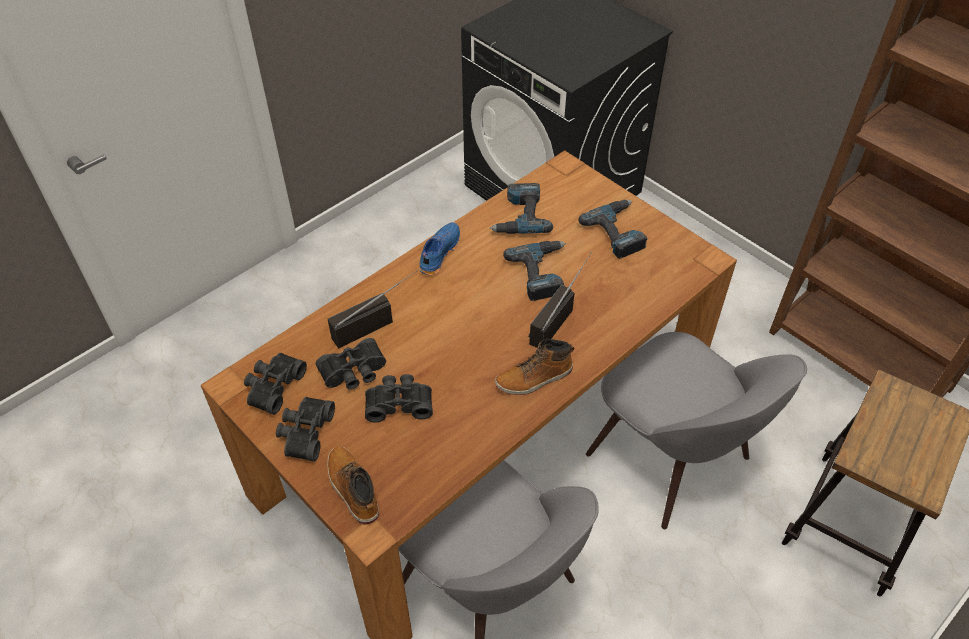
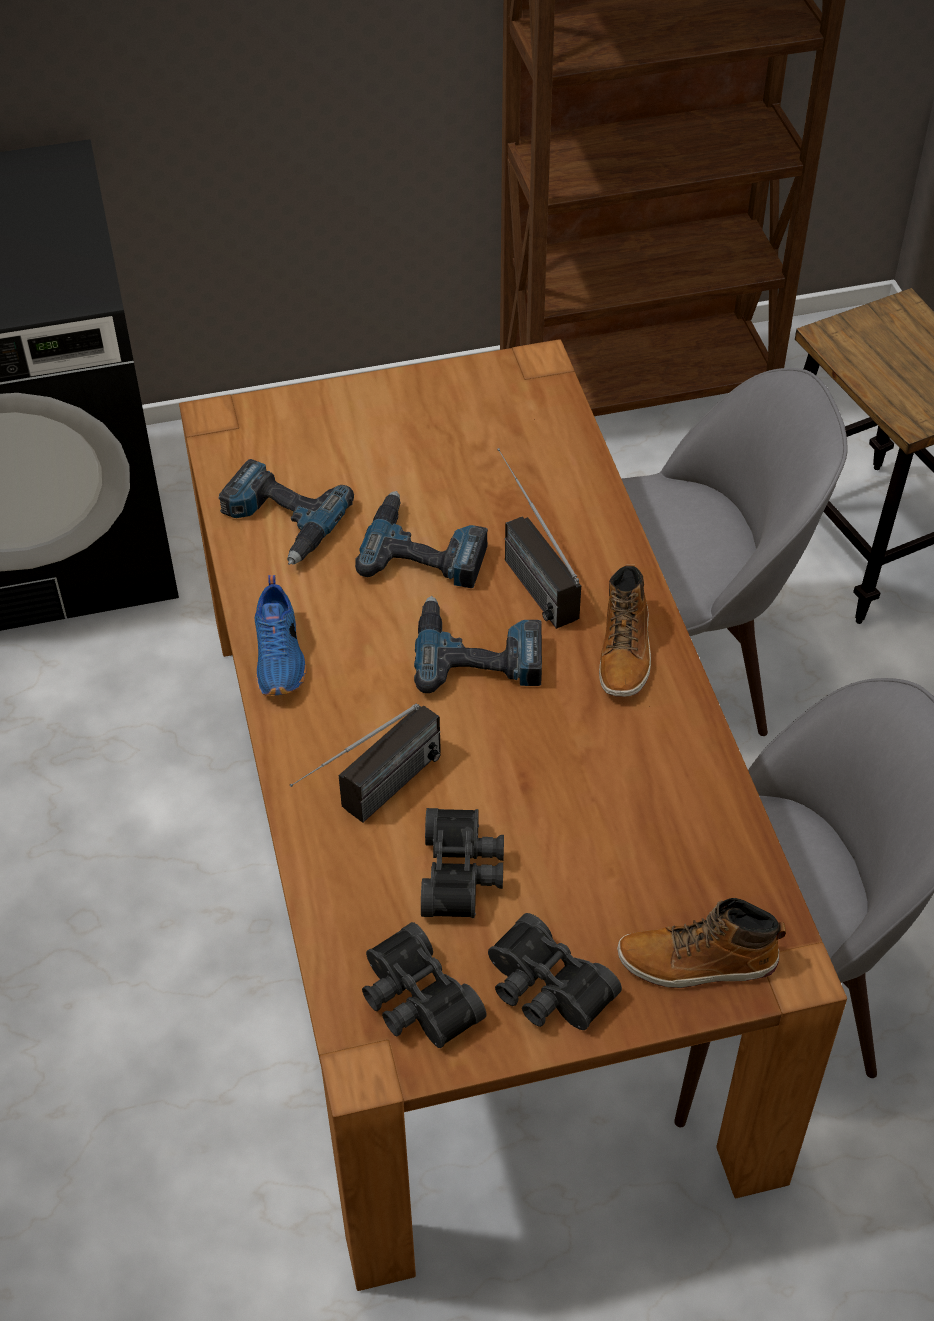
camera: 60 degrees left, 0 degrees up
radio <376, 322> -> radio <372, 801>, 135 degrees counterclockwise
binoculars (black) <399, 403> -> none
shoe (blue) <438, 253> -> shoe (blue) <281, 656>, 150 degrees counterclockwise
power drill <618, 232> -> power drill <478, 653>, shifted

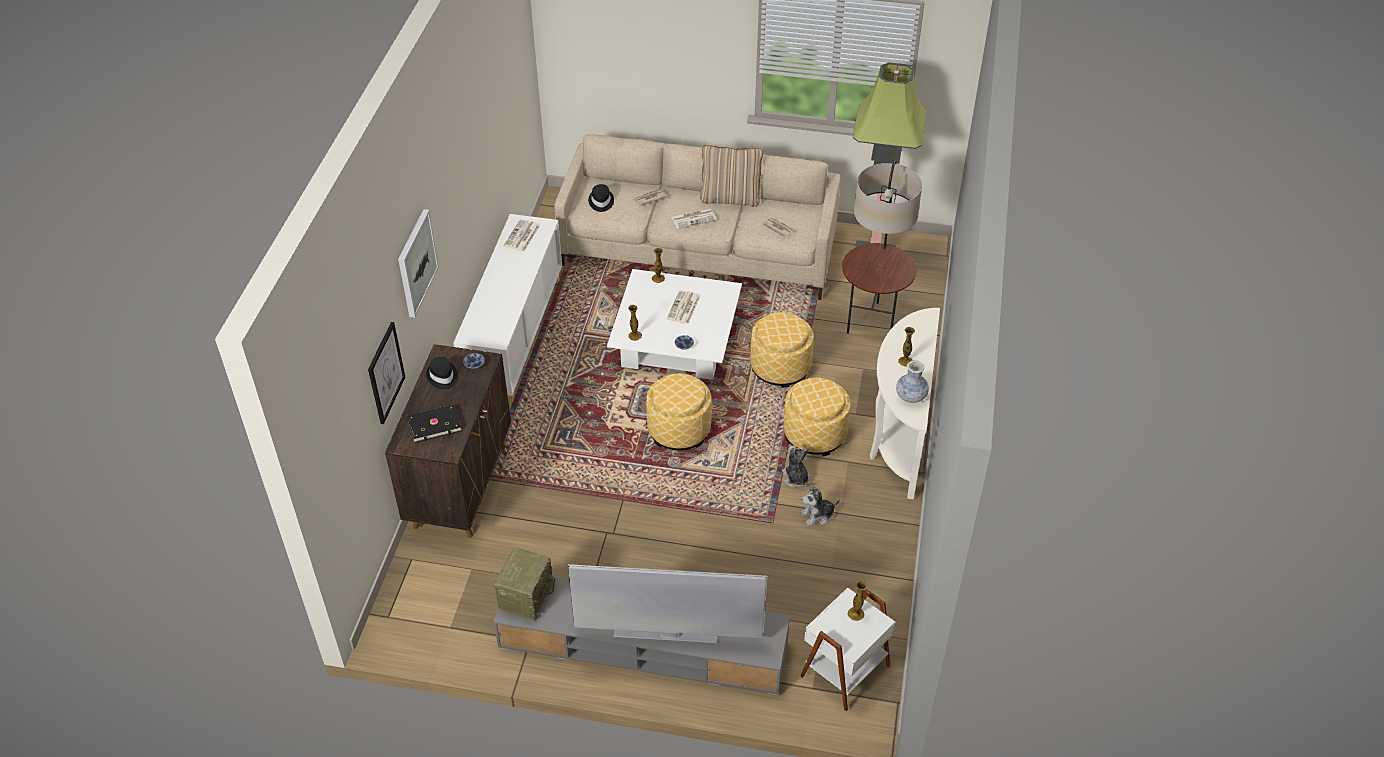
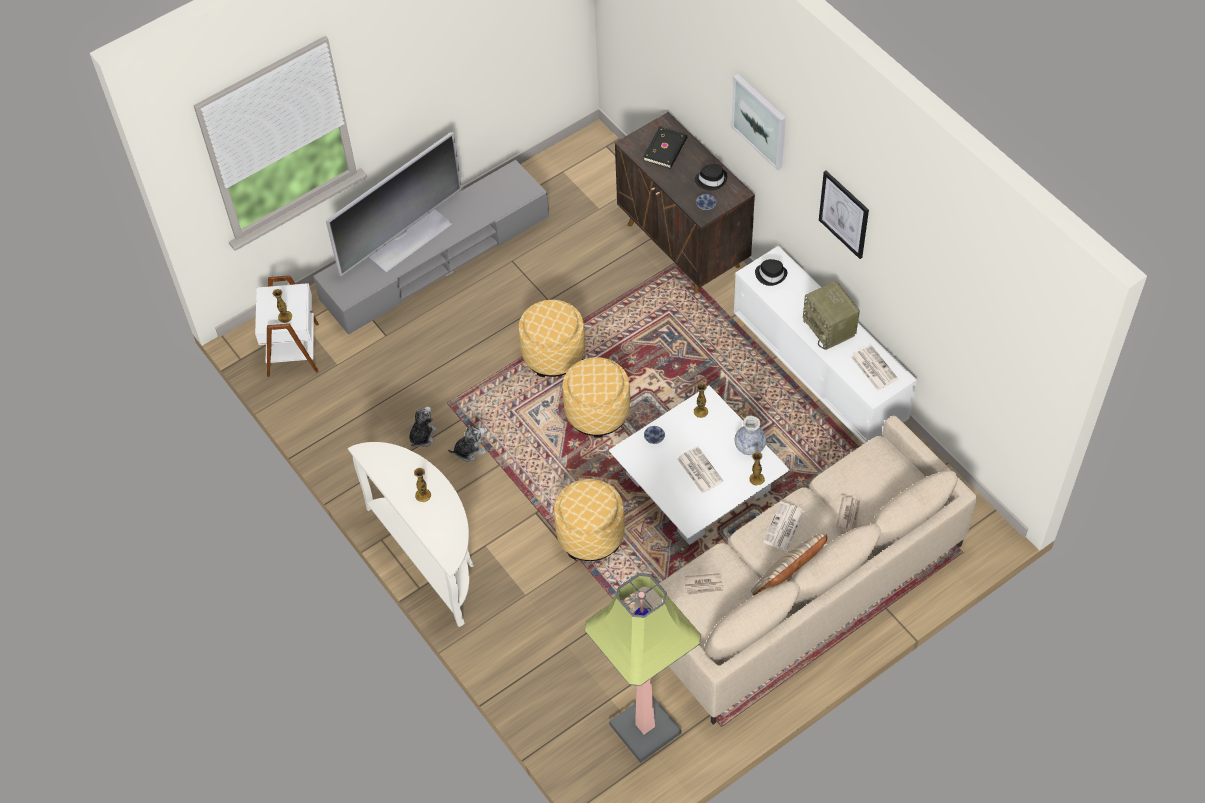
camera: 135 degrees right, 10 degrees up
picture <385, 373> -> picture <844, 214>, shifted
radio <526, 596> -> radio <830, 328>, shifted
hat (black) <601, 202> -> hat (black) <771, 274>, shifted
plush toy <795, 478> -> plush toy <469, 450>, 45 degrees counterclockwise
ottoman <814, 434> -> ottoman <553, 354>, shifted
floor lamp <872, 322> -> none
vase <911, 396> -> vase <750, 446>, shifted

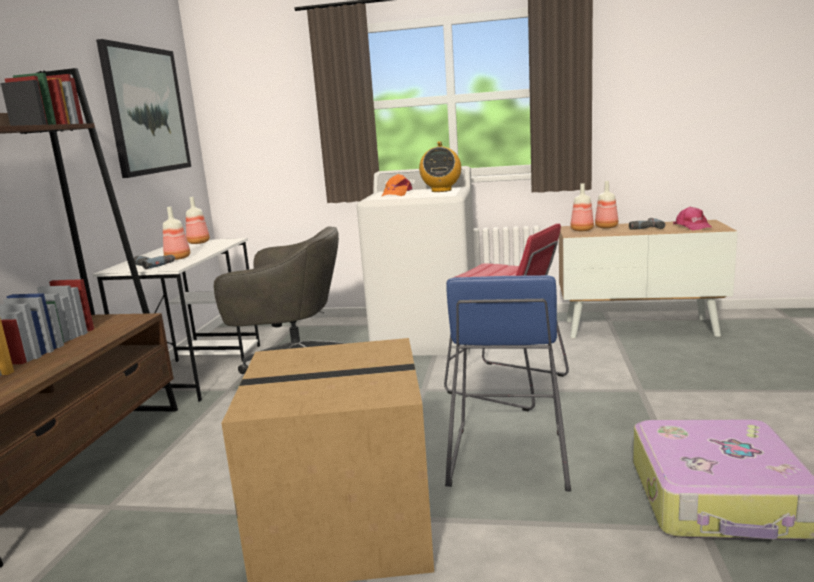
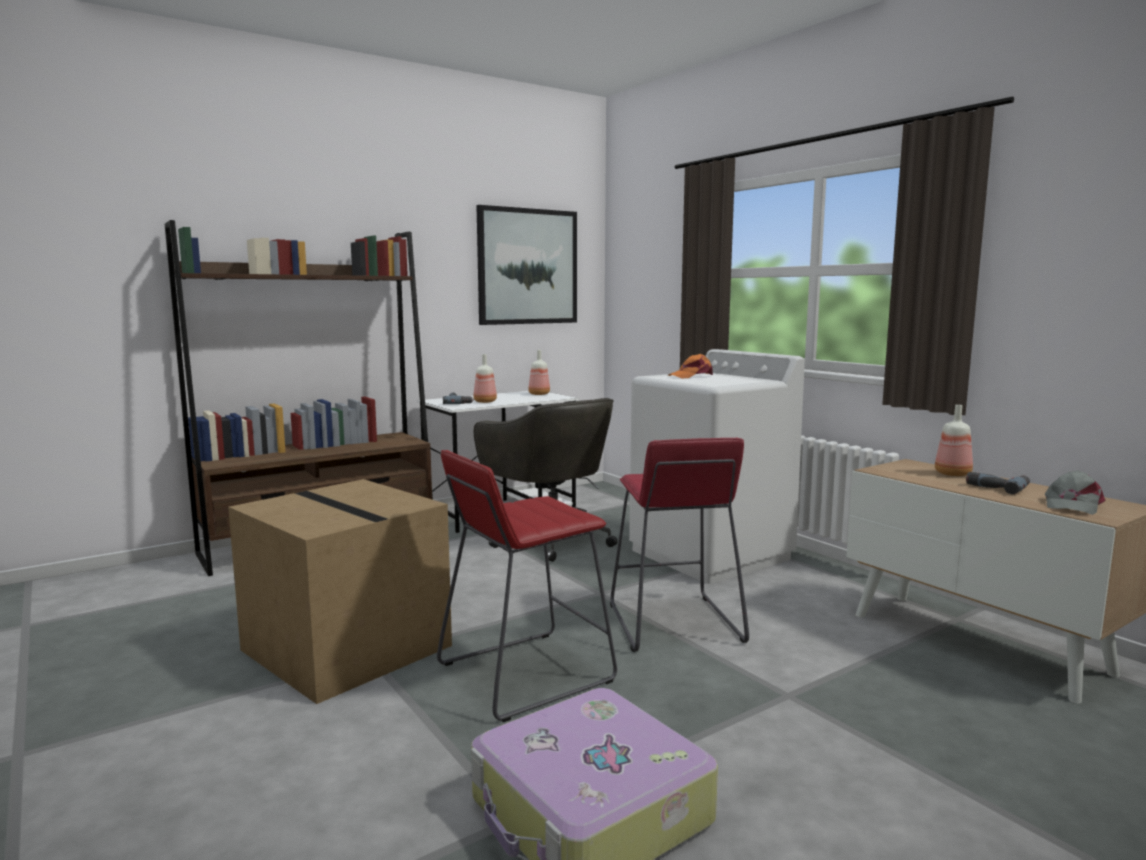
camera: 45 degrees right, 5 degrees down
radio <441, 190> -> none
stool (blue) <508, 458> -> stool (red) <525, 673>
bottle <581, 230> -> none
cap (pink) <693, 226> -> cap (grey) <1072, 504>

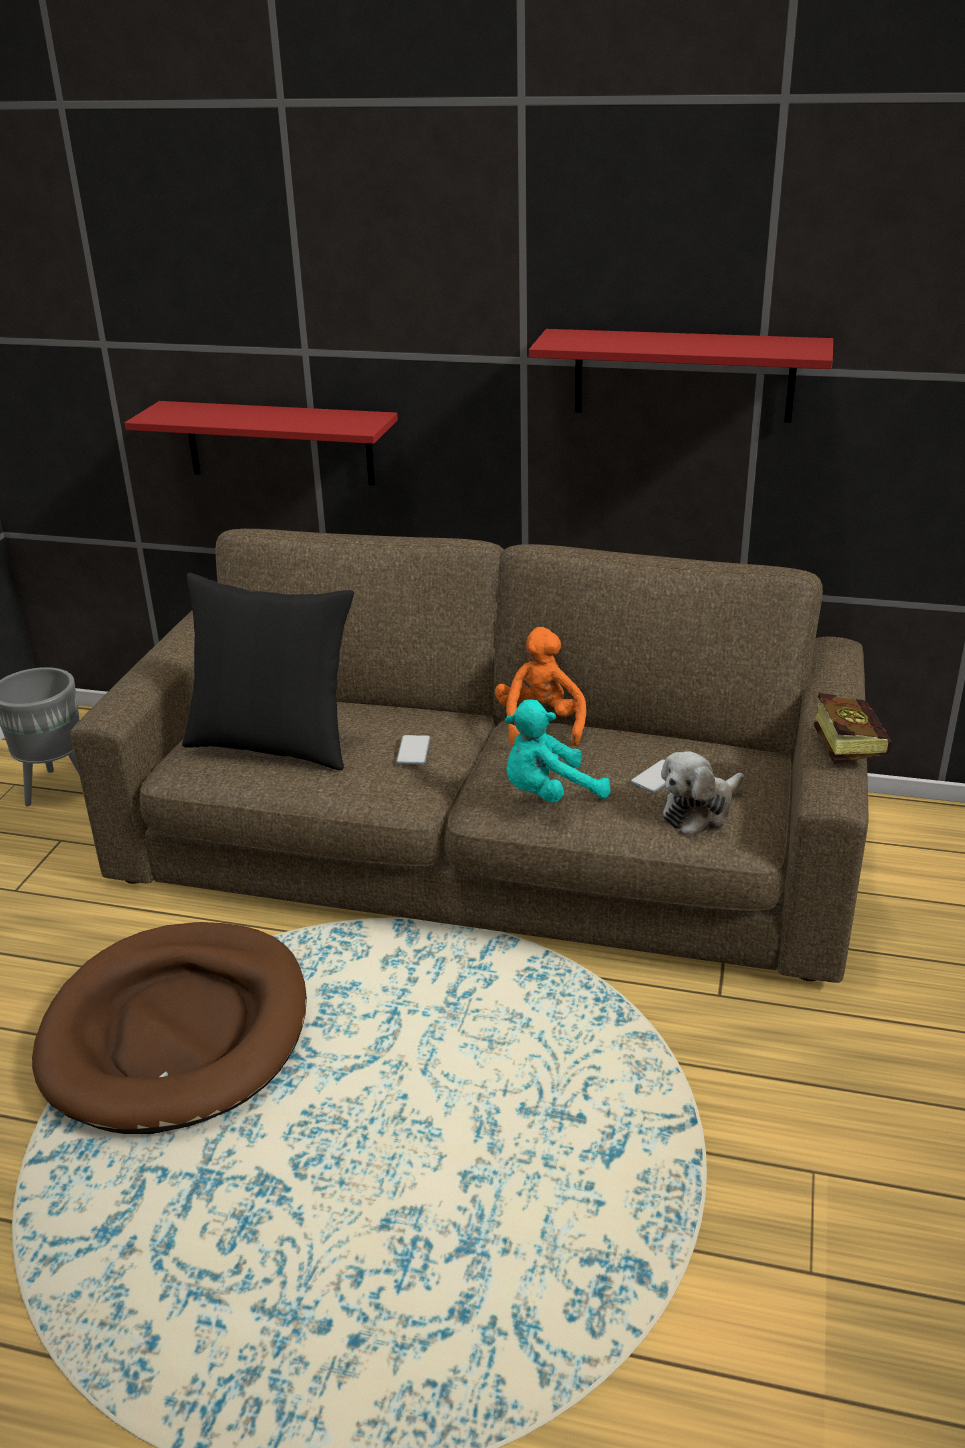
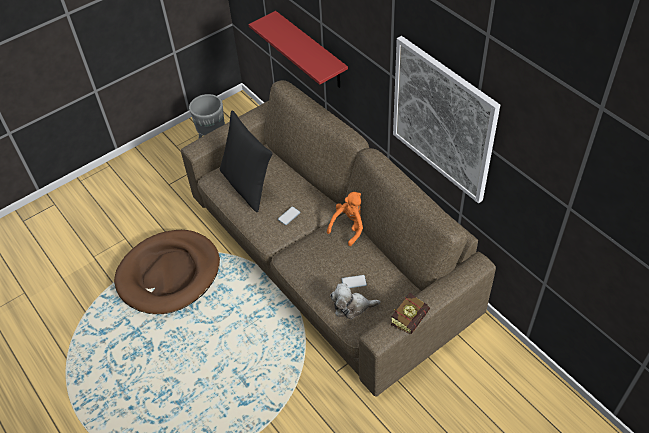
camera: 40 degrees right, 20 degrees up
plush toy (turquoise) <549, 794> -> none
shelf (red) <683, 375> -> picture <443, 119>

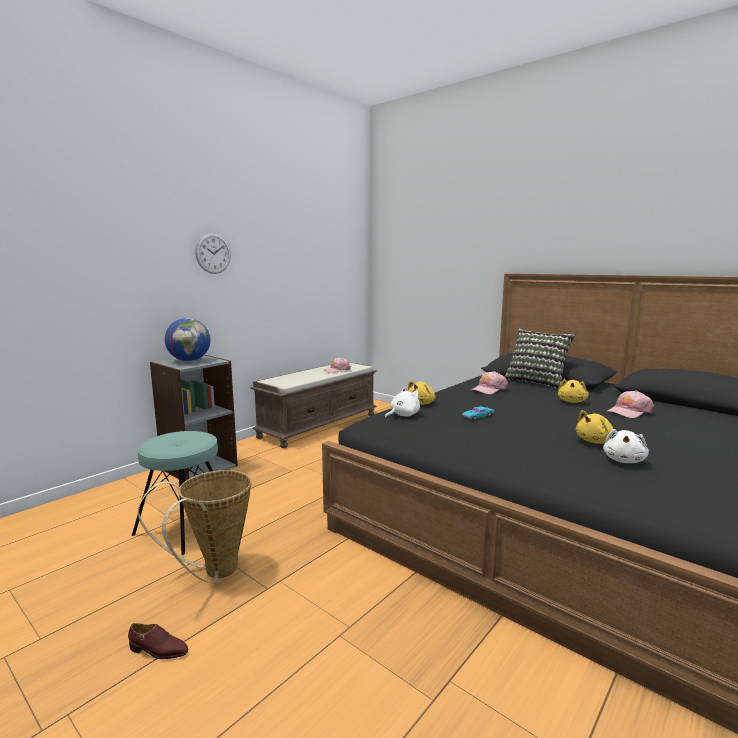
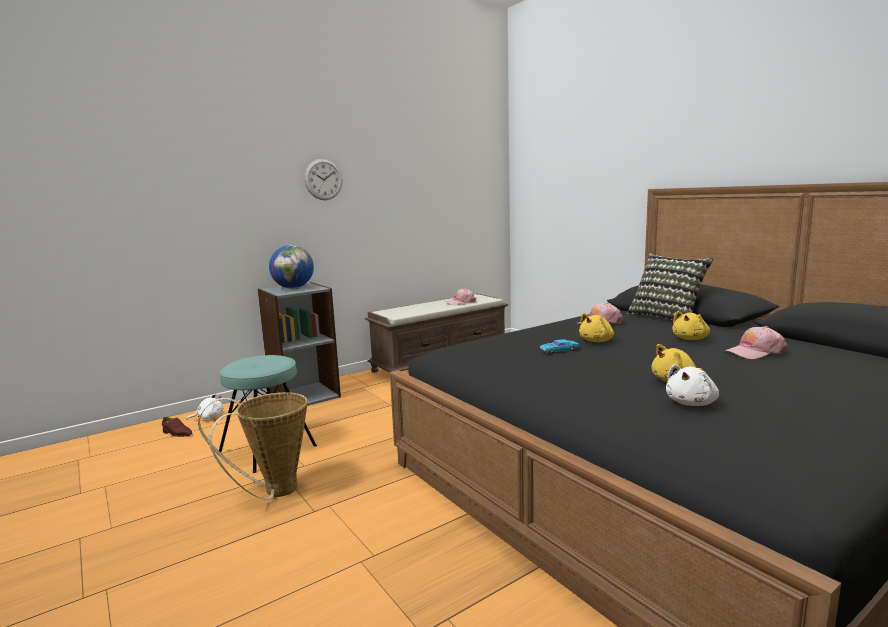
camera: 15 degrees right, 0 degrees up
shoe (brown) <158, 650> -> shoe (brown) <177, 433>, shifted
plush toy (white) <403, 415> -> plush toy (white) <209, 417>, shifted
plush toy (yellow) <421, 403> -> plush toy (yellow) <597, 341>, shifted

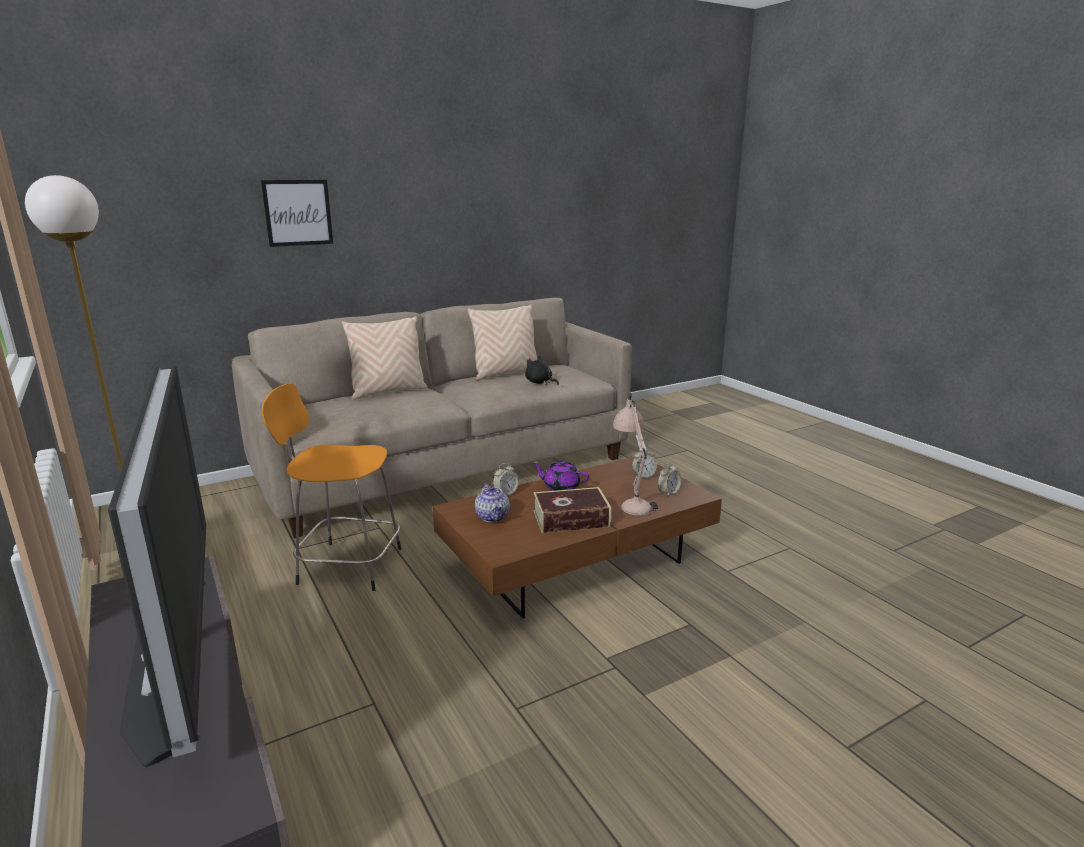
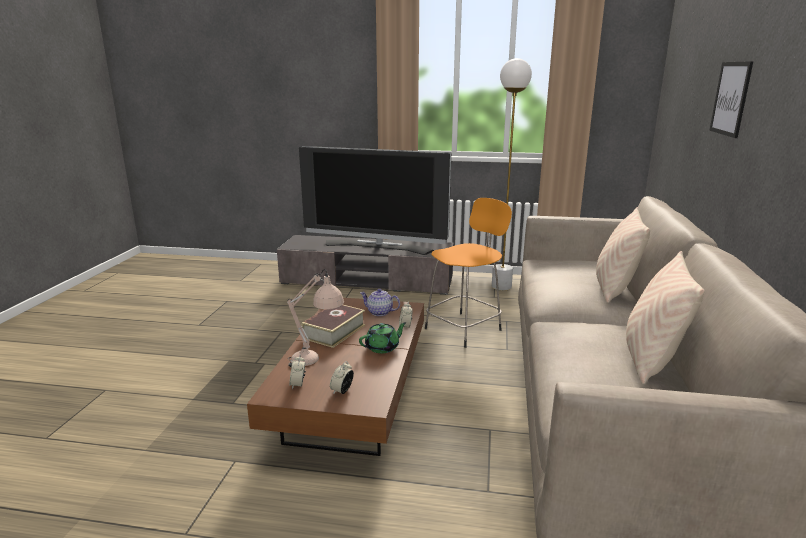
camera: 130 degrees right, 0 degrees up
plush toy (black) <540, 382> -> none
teapot (purple) <561, 487> -> teapot (green) <383, 347>

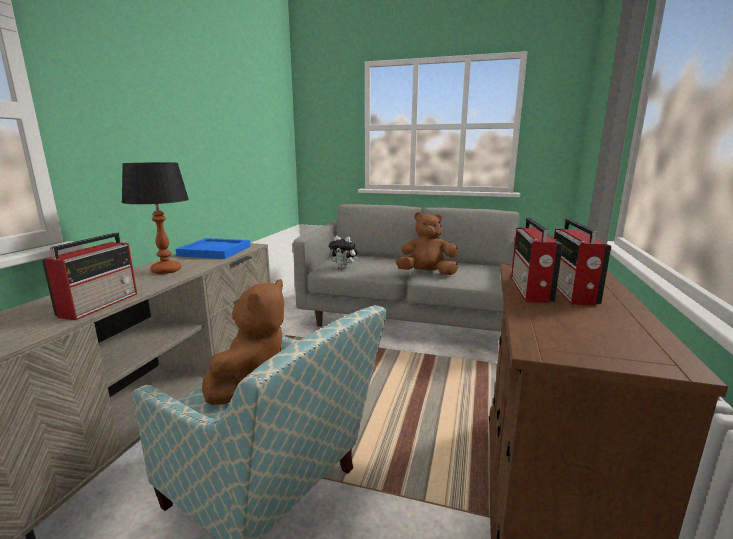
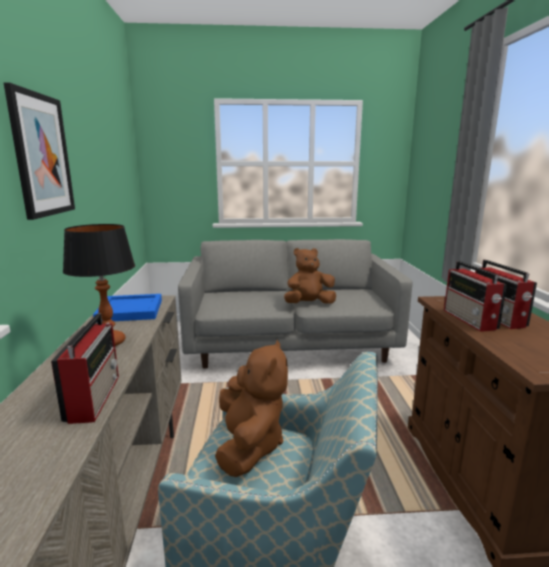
camera: 20 degrees left, 0 degrees up
plush toy <344, 268> -> none
none -> picture <41, 155>

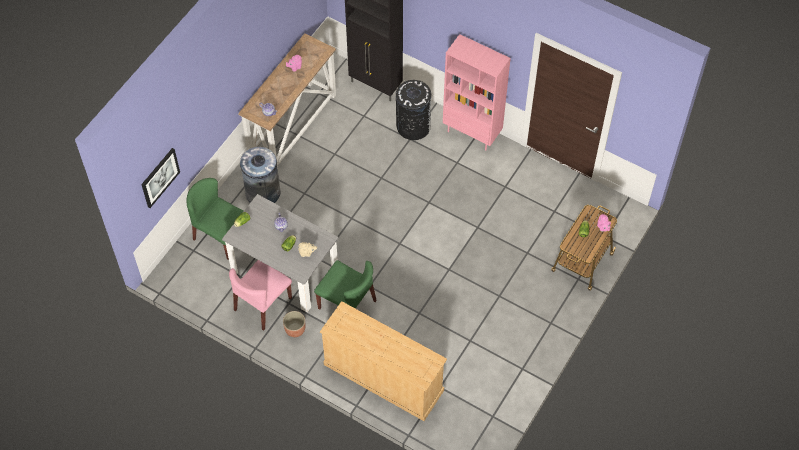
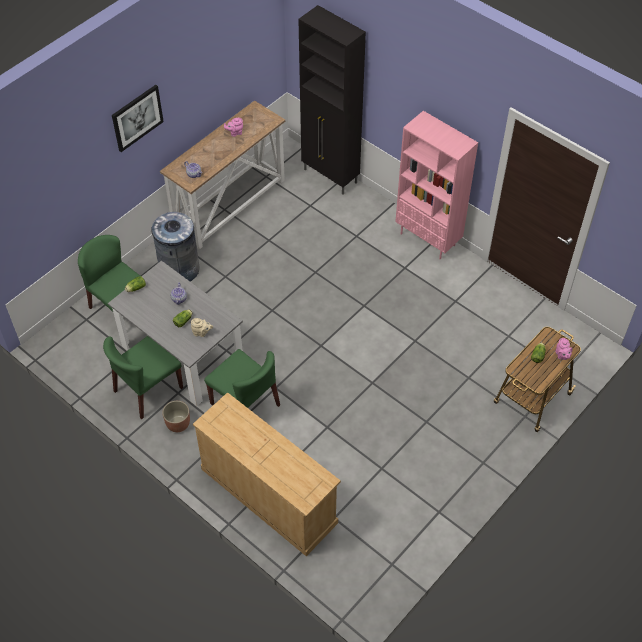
camera: 10 degrees right, 5 degrees down
picture <160, 177> -> picture <137, 117>, shifted
chair (pink) <262, 304> -> chair (green) <148, 390>
trash can (black) <413, 126> -> none

